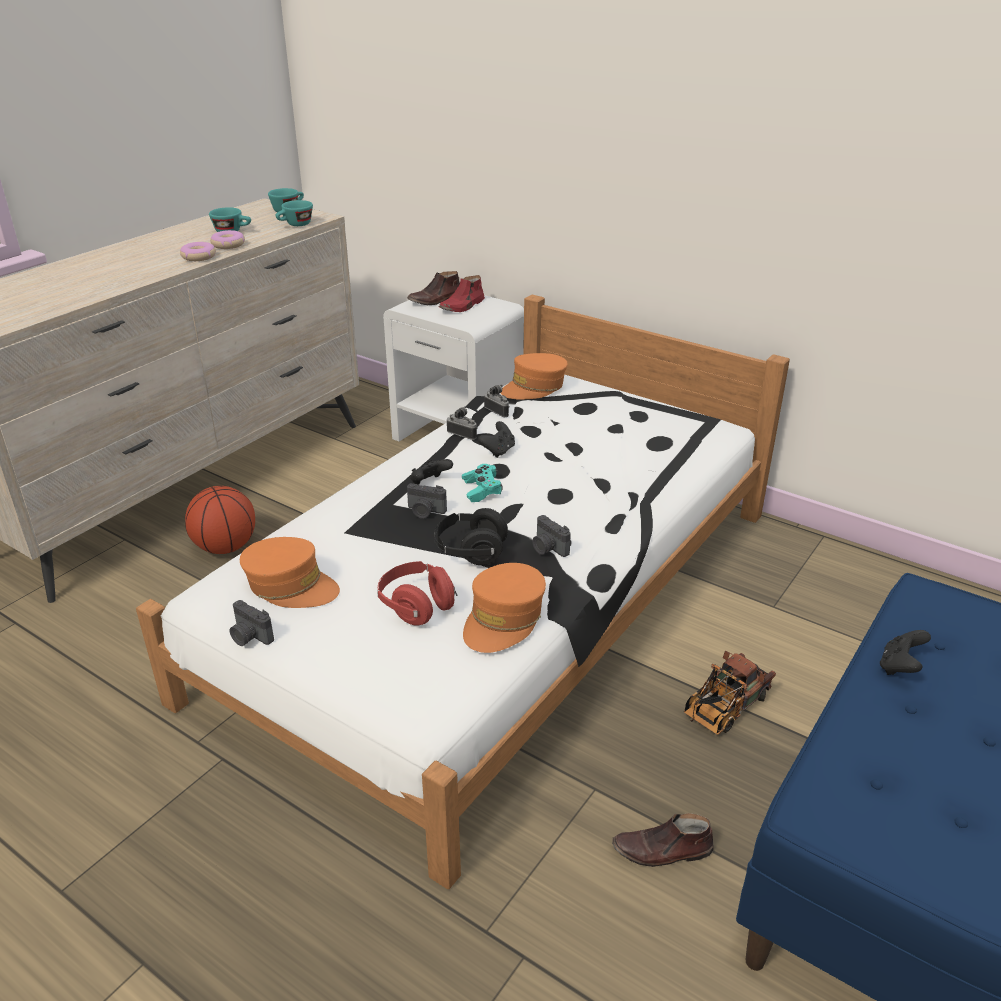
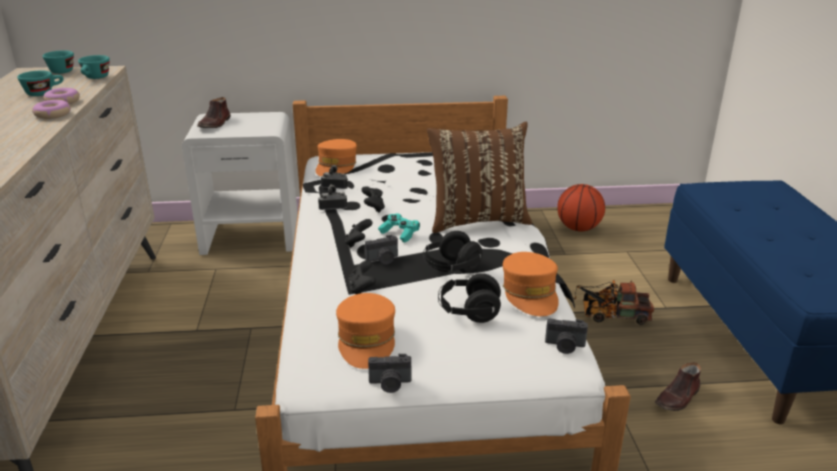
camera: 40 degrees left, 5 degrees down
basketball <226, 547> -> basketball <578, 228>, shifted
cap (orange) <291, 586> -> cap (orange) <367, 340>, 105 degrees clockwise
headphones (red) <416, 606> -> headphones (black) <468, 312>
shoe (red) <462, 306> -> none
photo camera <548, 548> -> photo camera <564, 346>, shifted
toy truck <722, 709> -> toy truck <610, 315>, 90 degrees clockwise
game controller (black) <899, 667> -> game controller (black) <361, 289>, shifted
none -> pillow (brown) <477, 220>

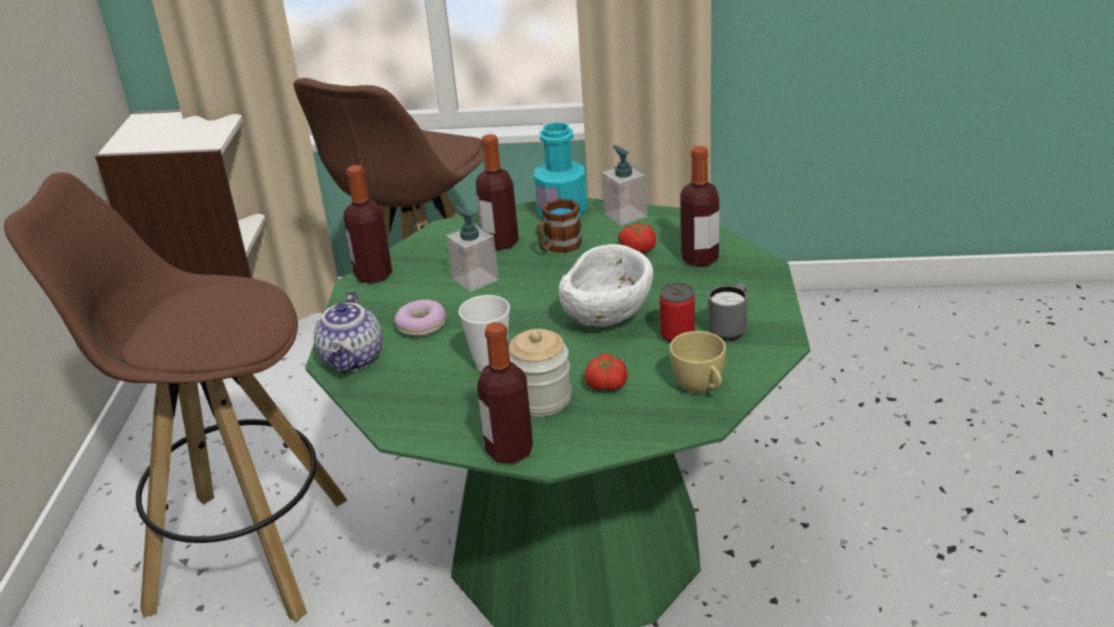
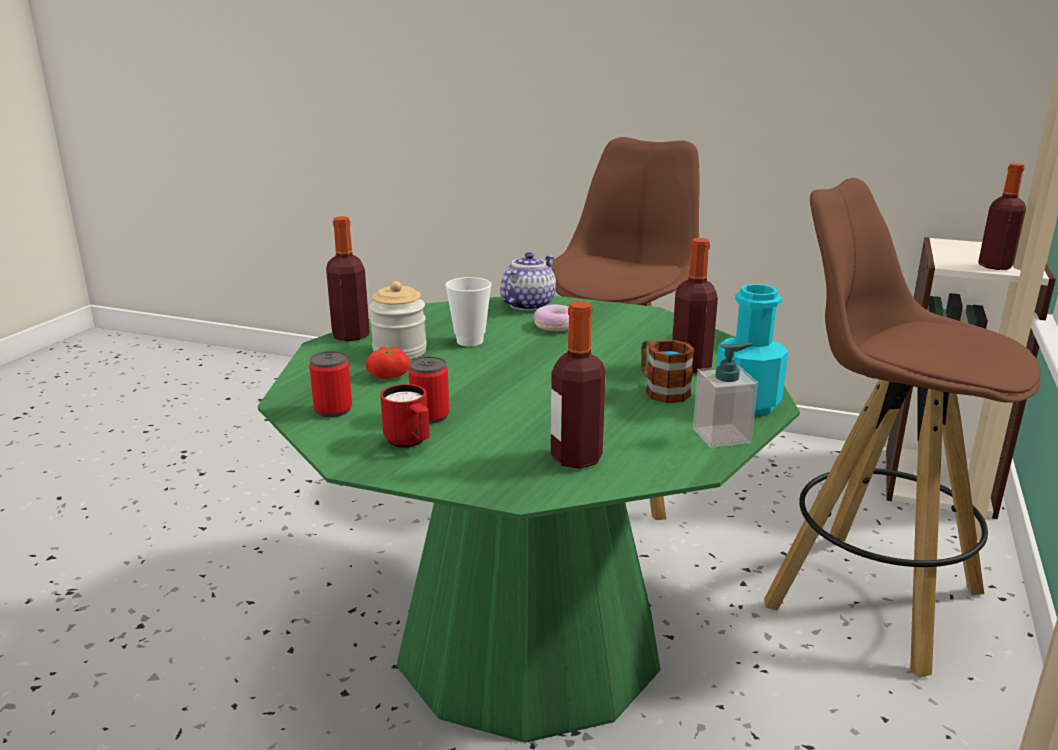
camera: 105 degrees right, 10 degrees down
teapot <354, 359> -> teapot <527, 304>, 105 degrees clockwise
bottle <373, 275> -> bottle <995, 266>, shifted
soap dispenser <475, 279> -> none
bowl (white) <607, 320> -> none
tomato <638, 248> -> none
cup (yellow) <701, 388> -> can <333, 410>
mug (grey) <730, 329> -> mug (red) <410, 443>

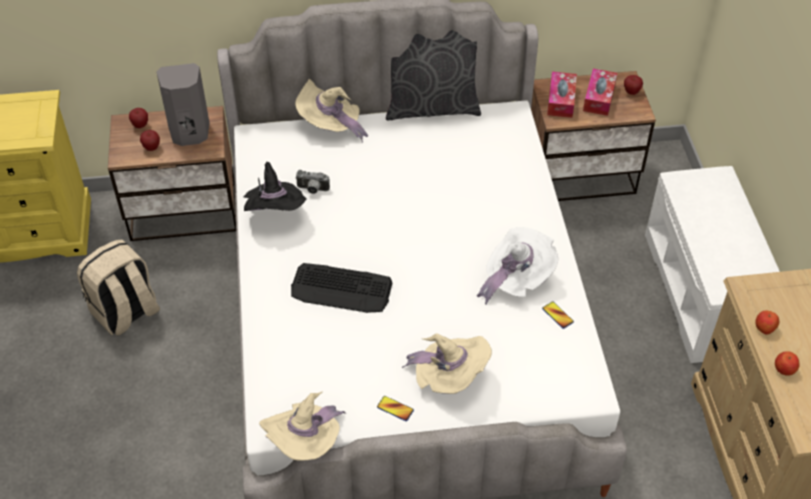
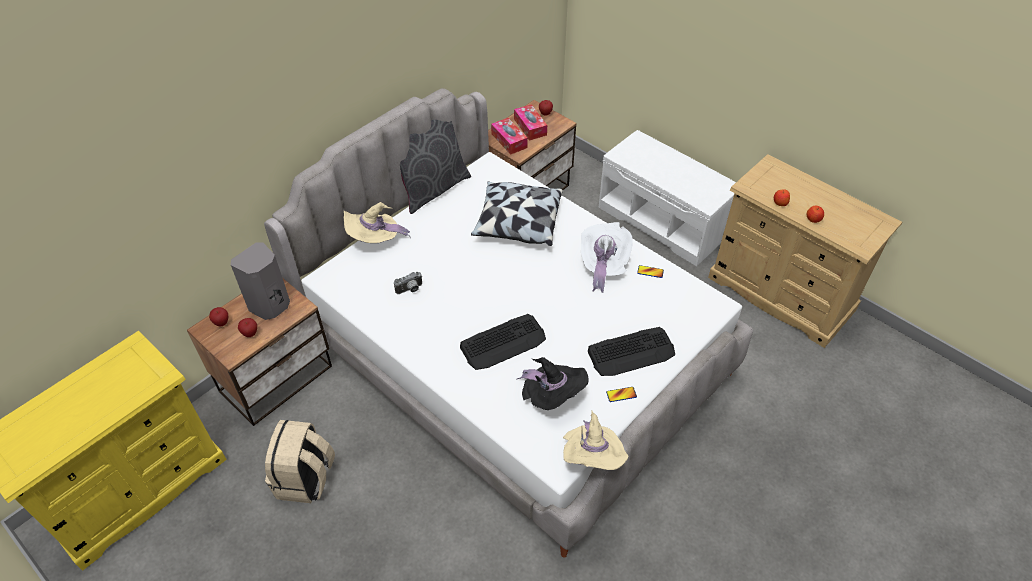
camera: 40 degrees left, 0 degrees up
hat (black) <275, 213> -> hat (black) <552, 397>, shifted
hat (beige) <449, 378> -> keyboard <631, 352>
none -> pillow <517, 223>

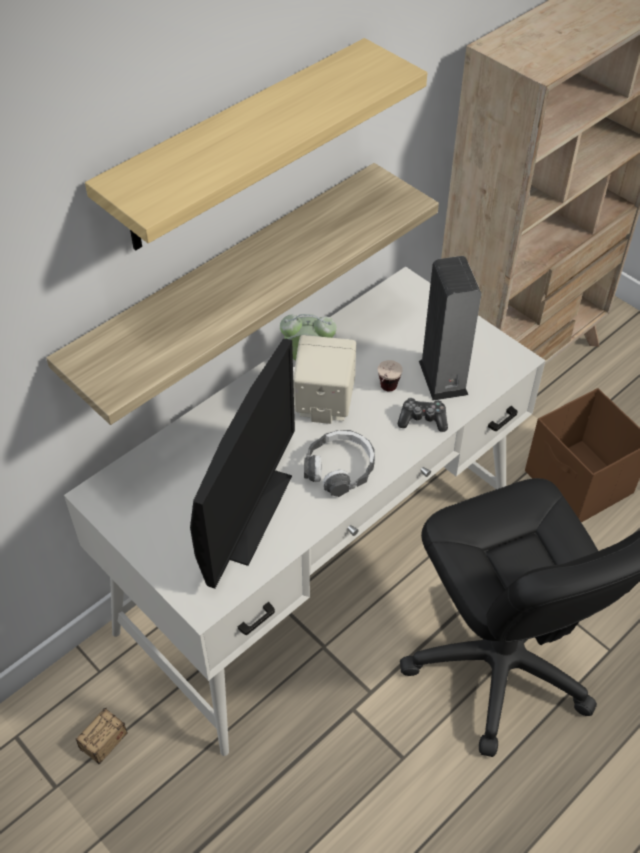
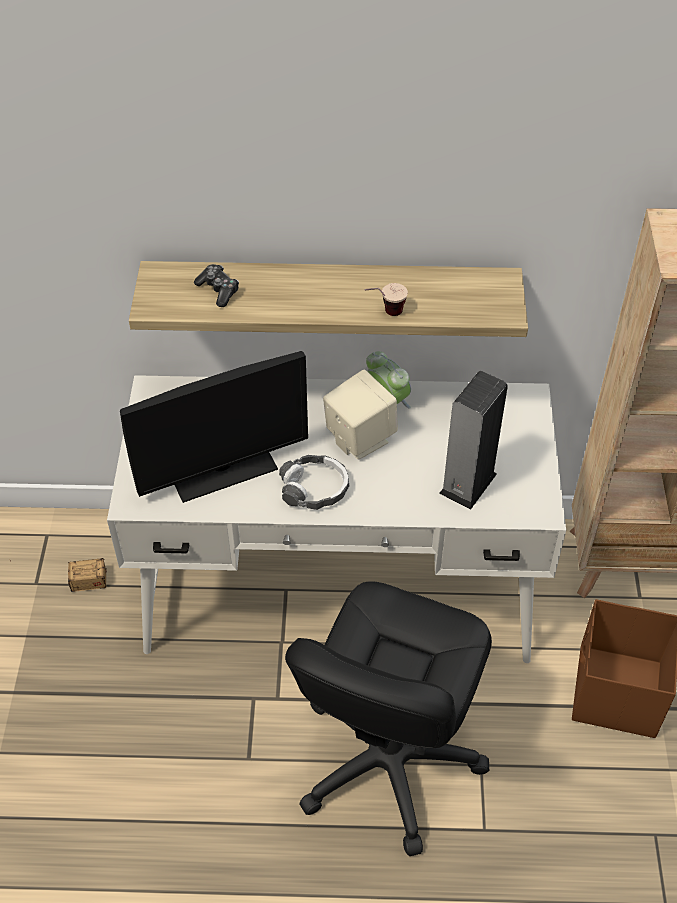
camera: 45 degrees right, 0 degrees up
shelf <238, 147> -> none
cup <386, 393> -> cup <384, 314>, shifted
game controller <422, 419> -> game controller <218, 290>, shifted

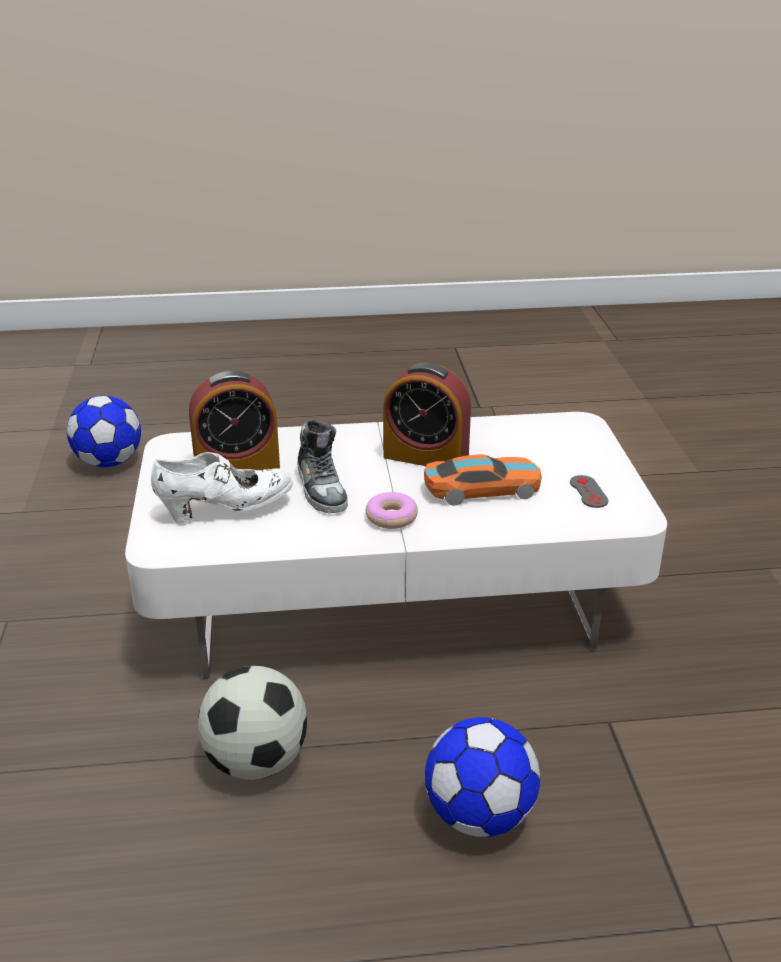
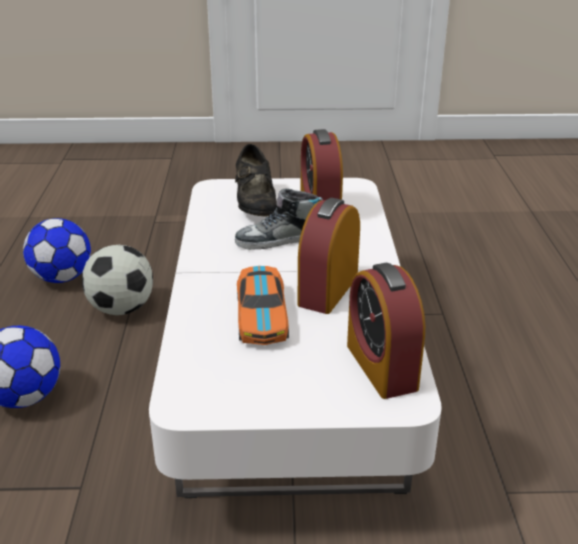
camera: 95 degrees right, 0 degrees up
football <109, 462> -> football <62, 278>, shifted
shoe (white) <226, 510> -> shoe (black) <255, 206>
donut <391, 517> -> none
game controller (grey) <588, 492> -> none
none -> alarm clock <381, 366>

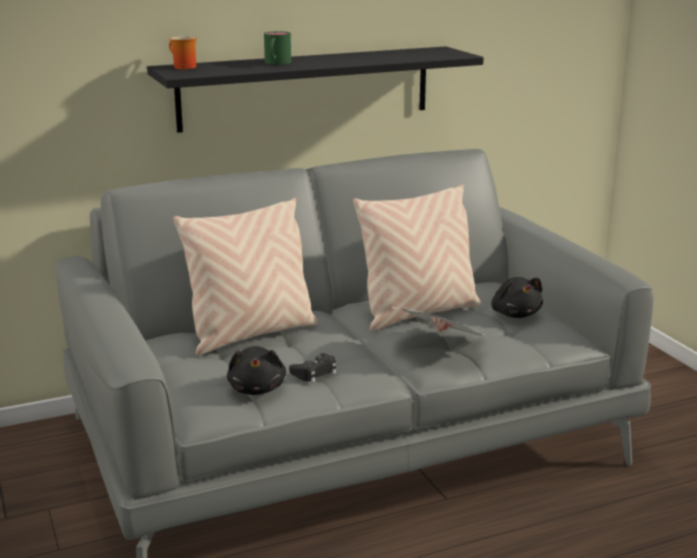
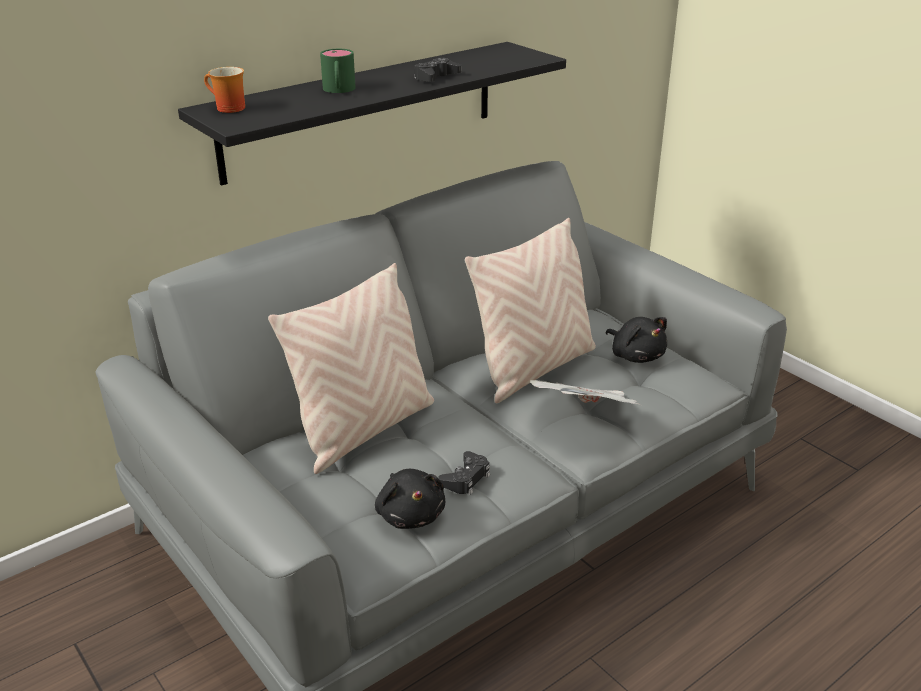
camera: 15 degrees left, 10 degrees up
none -> game controller (black) <436, 77>

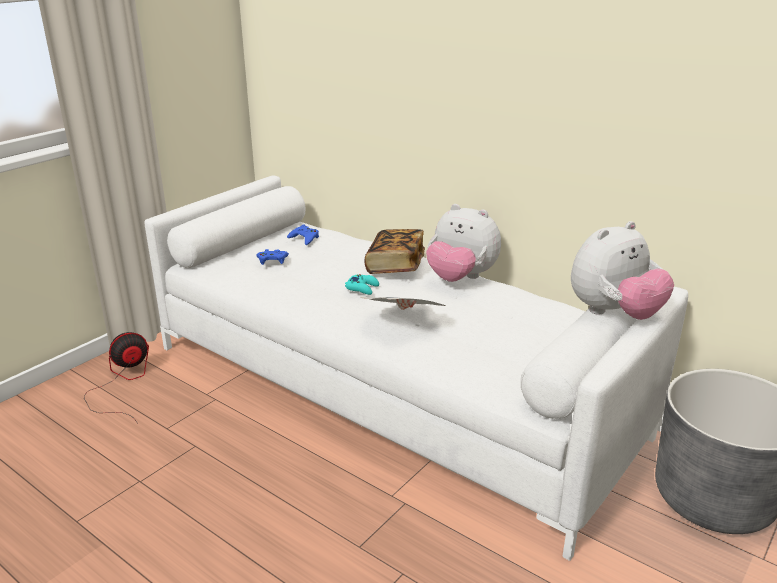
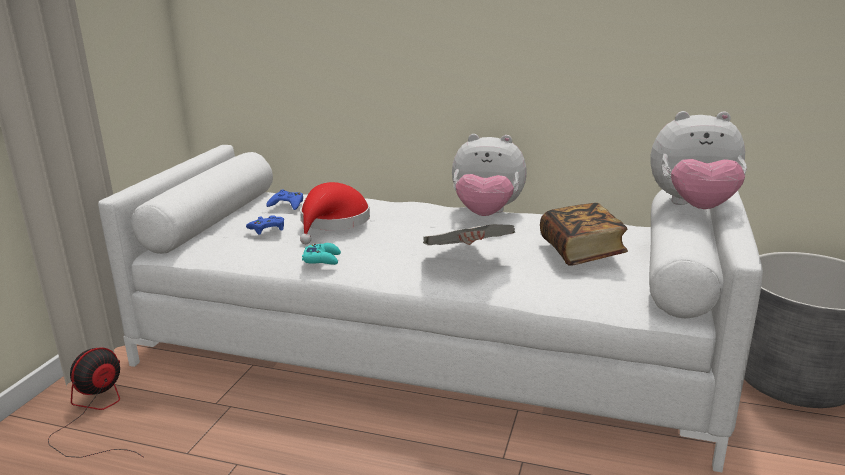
camera: 20 degrees left, 5 degrees down
game controller (turquoise) <362, 288> -> game controller (turquoise) <322, 259>, shifted
book <395, 265> -> book <581, 251>, shifted
plush toy <614, 314> -> plush toy <693, 207>, 60 degrees clockwise
none -> hat (red) <333, 223>

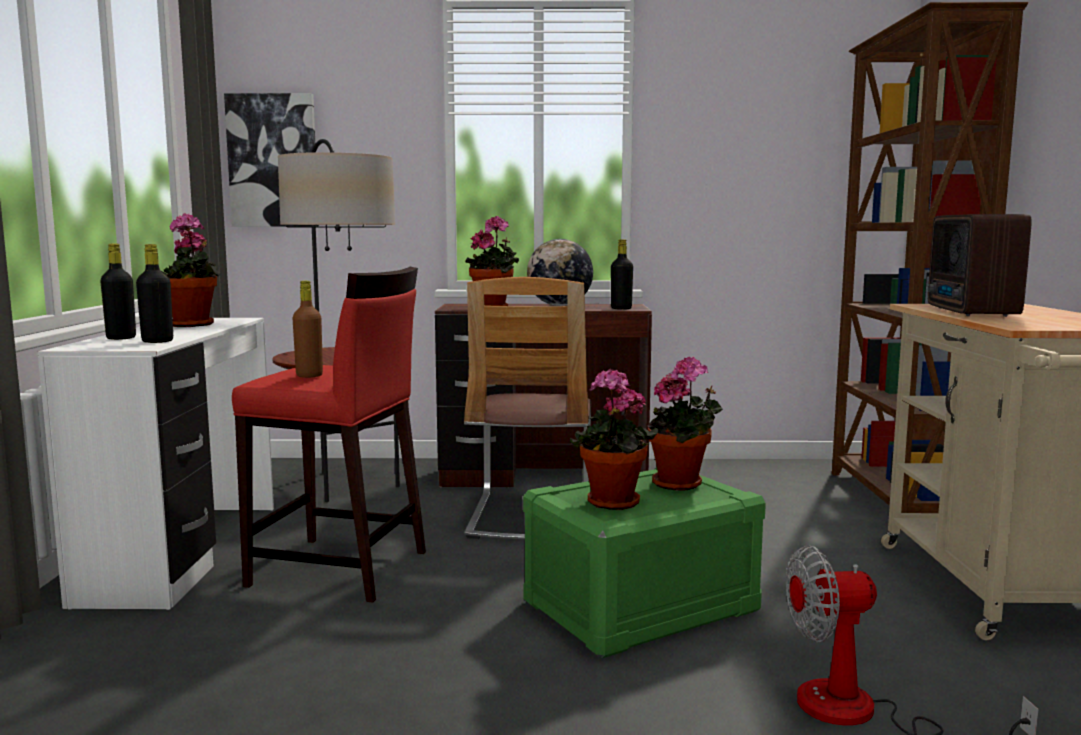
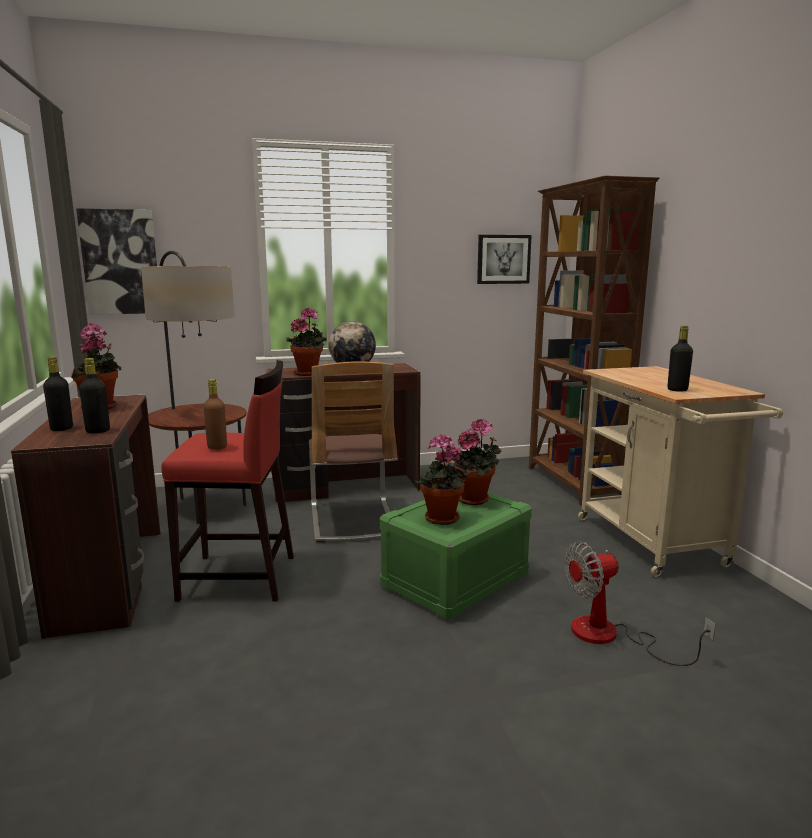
camera: 15 degrees left, 5 degrees up
desk (white) <187, 551> -> desk (brown) <112, 578>
bottle (black) <621, 308> -> bottle (black) <677, 390>, shifted
radio <970, 312> -> none
none -> picture <503, 259>

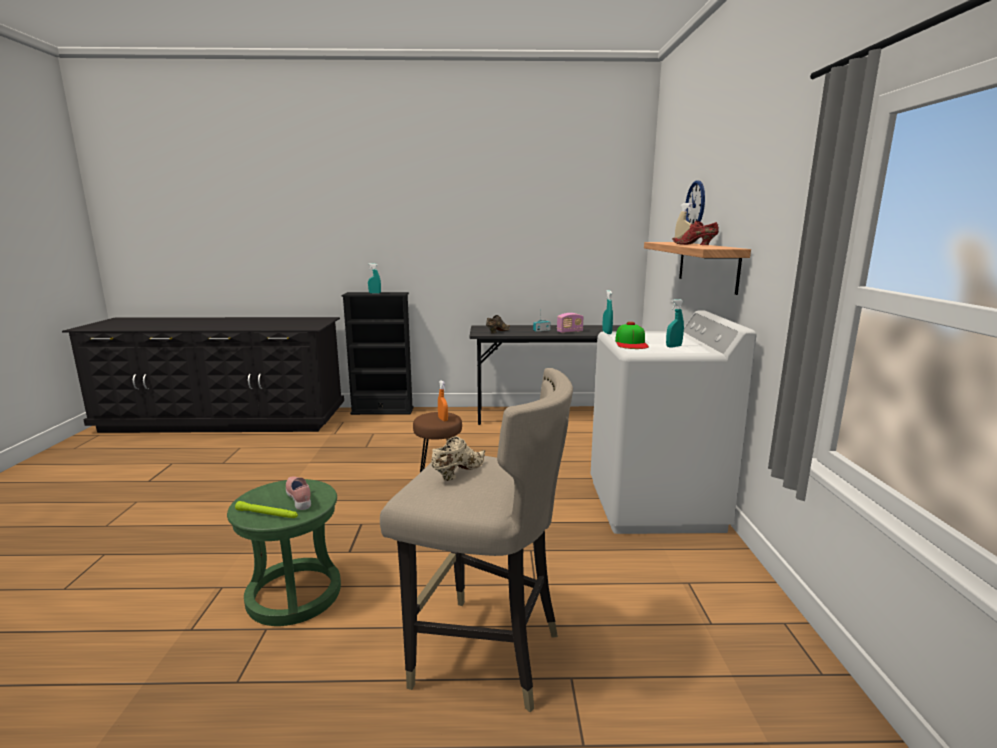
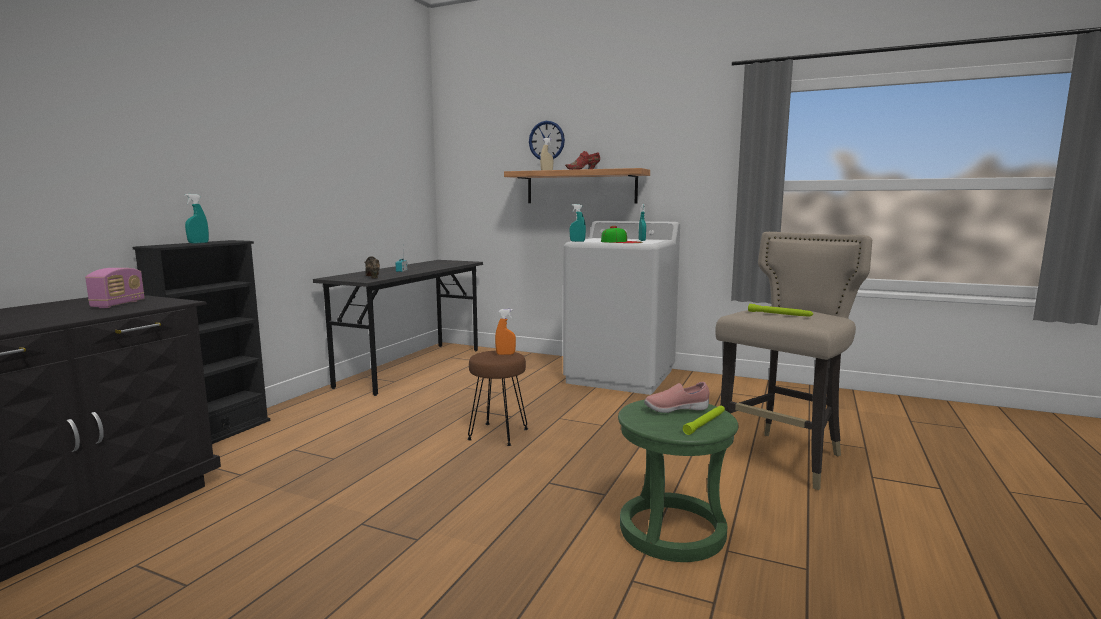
camera: 65 degrees left, 5 degrees down
shoe (beige) <458, 472> -> flashlight (green) <779, 314>
radio <569, 332> -> radio <118, 304>, shifted

